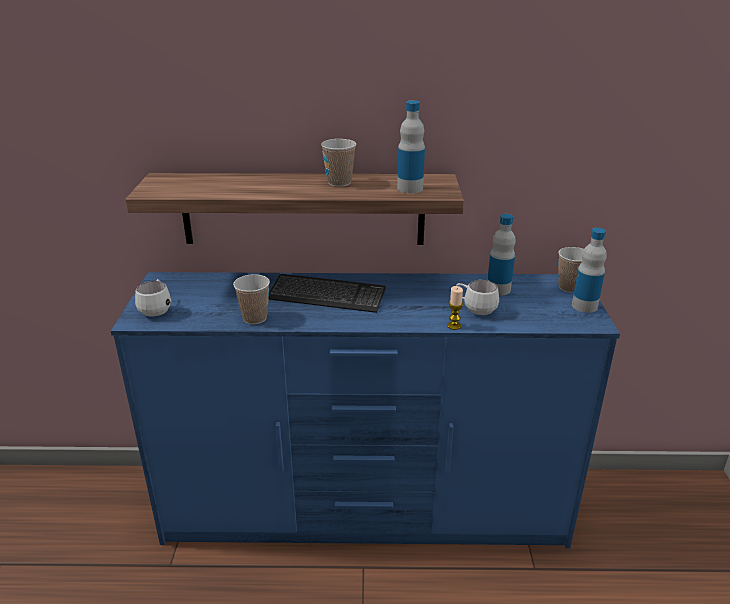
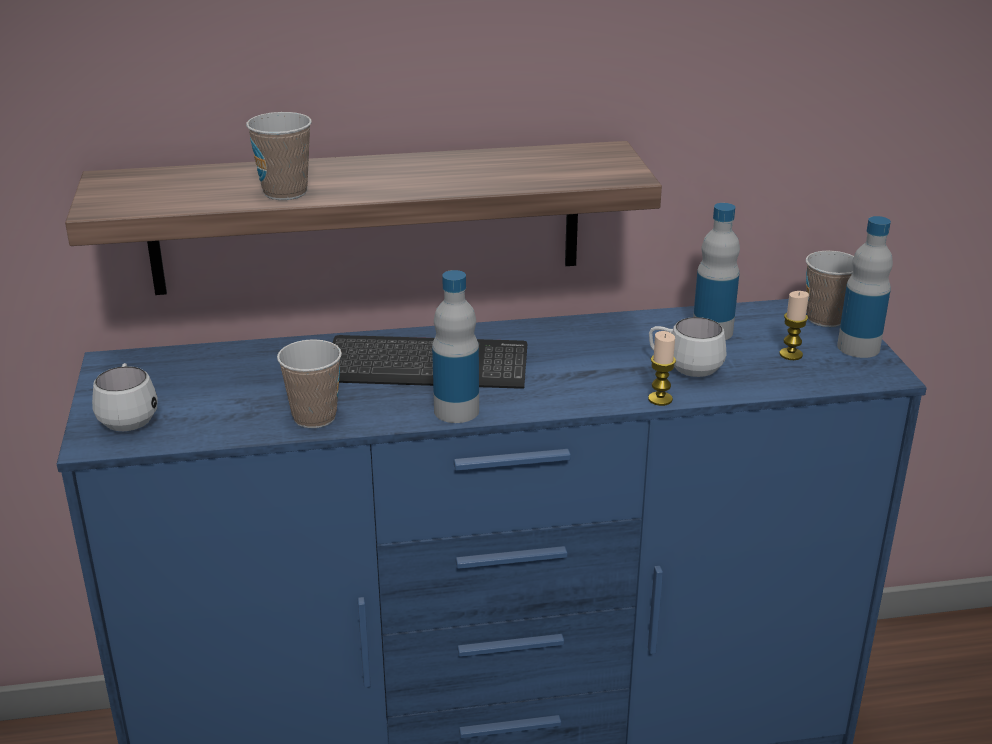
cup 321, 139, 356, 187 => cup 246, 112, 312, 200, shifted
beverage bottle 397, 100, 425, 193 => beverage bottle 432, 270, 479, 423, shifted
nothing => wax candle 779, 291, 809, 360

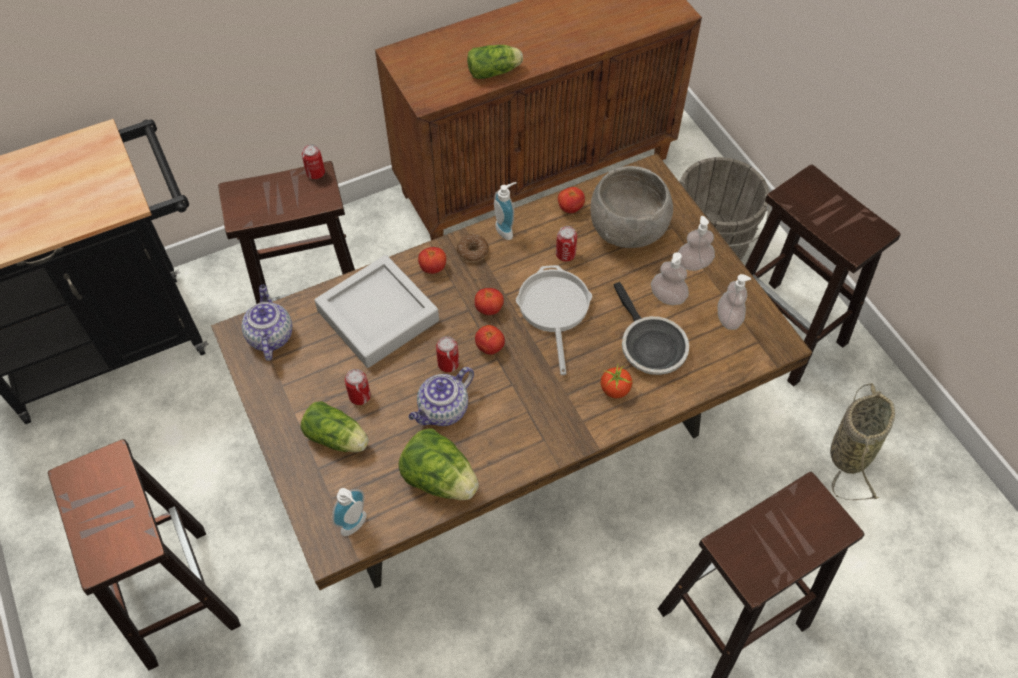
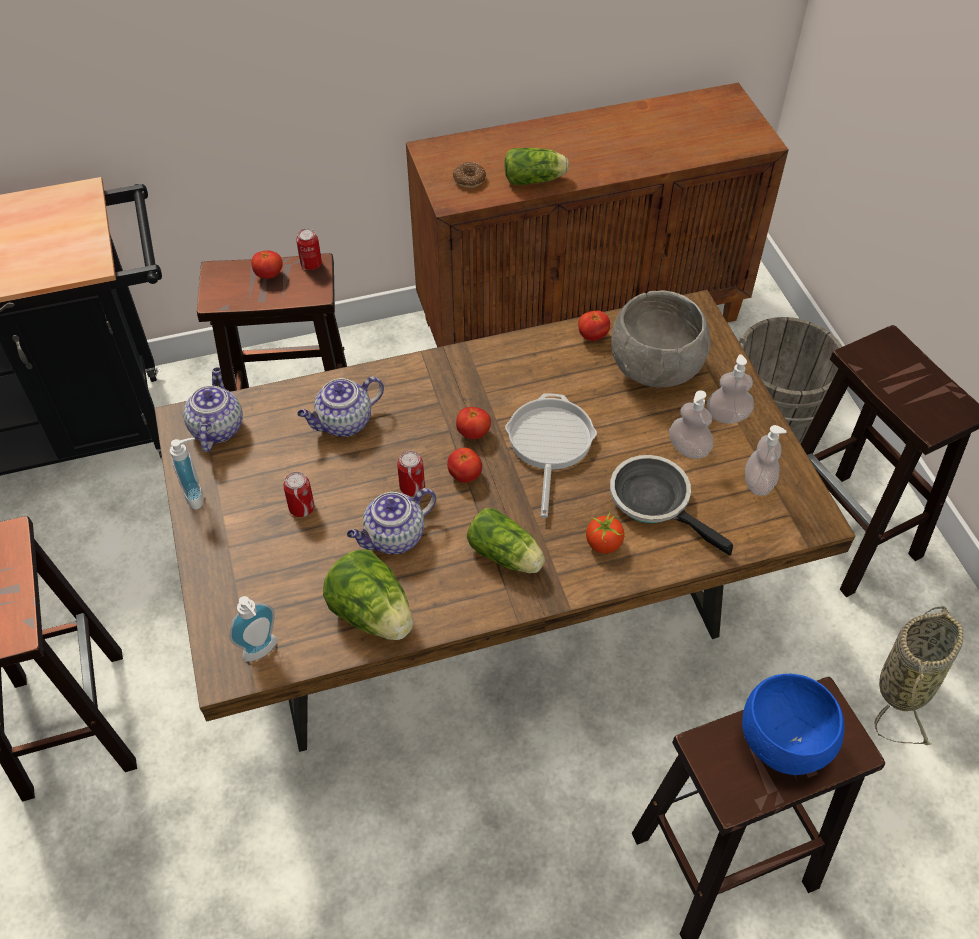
head of lettuce 300, 401, 369, 452 => head of lettuce 467, 508, 545, 573, shifted
gray tray 314, 255, 439, 368 => pot for tea 297, 377, 384, 437
tomato 418, 247, 446, 274 => tomato 251, 251, 283, 279, shifted
donut 456, 234, 489, 262 => donut 453, 162, 486, 188, shifted
soap bottle 494, 182, 517, 240 => soap bottle 170, 438, 204, 510, shifted
metal can 556, 226, 577, 262 => nothing
skillet 614, 282, 689, 375 => skillet 610, 455, 733, 556, 150 degrees clockwise
nothing => blue-coloured deep dish 742, 674, 844, 775

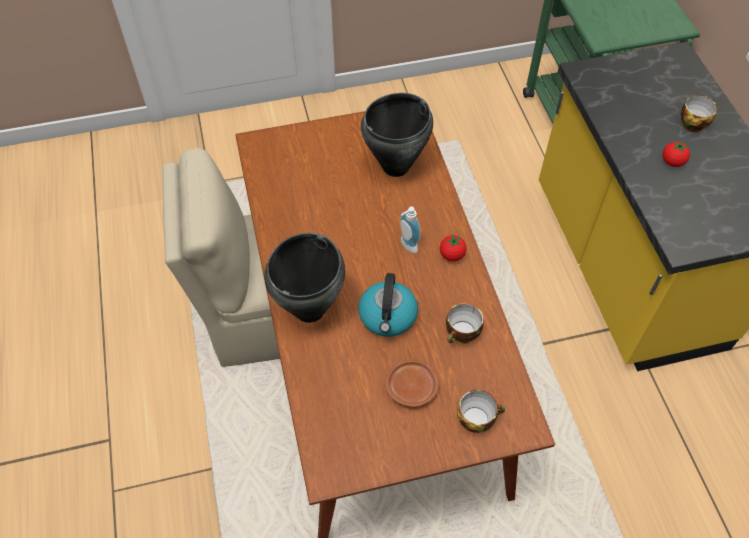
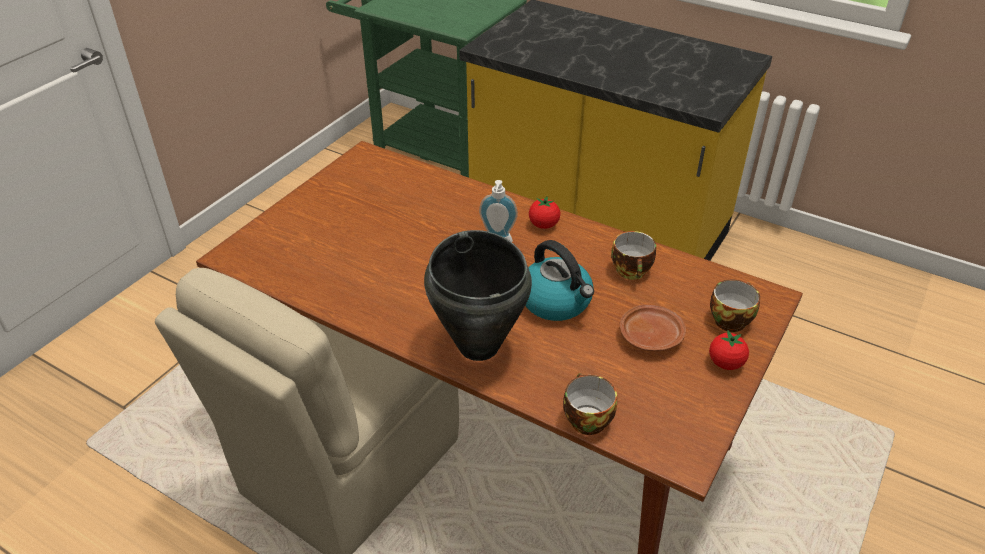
black saucepot 361, 93, 433, 177 => nothing
tomato 663, 141, 690, 167 => tomato 709, 330, 749, 370, shifted
cup 681, 95, 717, 132 => cup 563, 373, 617, 435, shifted

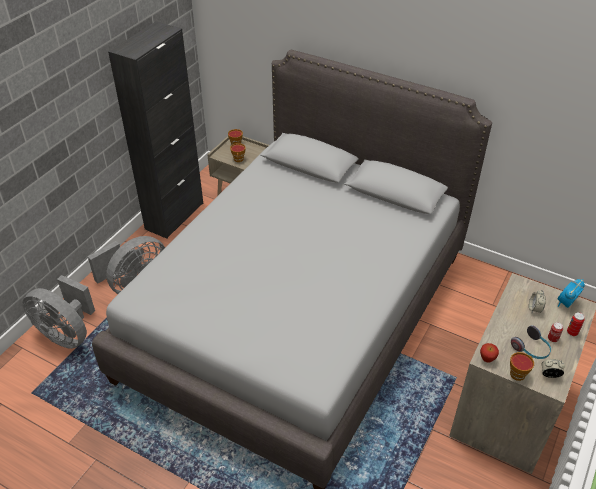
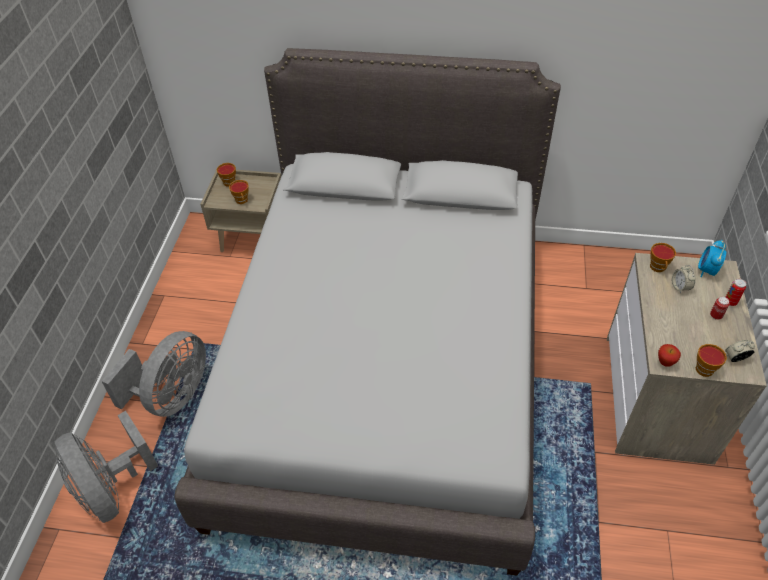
gray electric fan 23, 275, 95, 349 => gray electric fan 54, 411, 158, 523, 45 degrees clockwise
black storage cabinet 108, 21, 203, 239 => nothing
headset 511, 325, 551, 359 => nothing
nothing => cup 650, 243, 676, 272

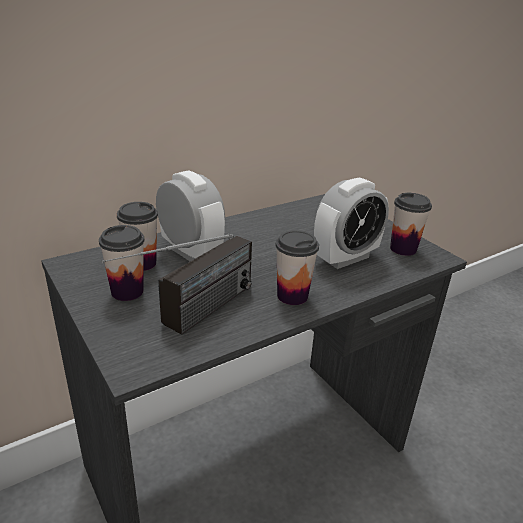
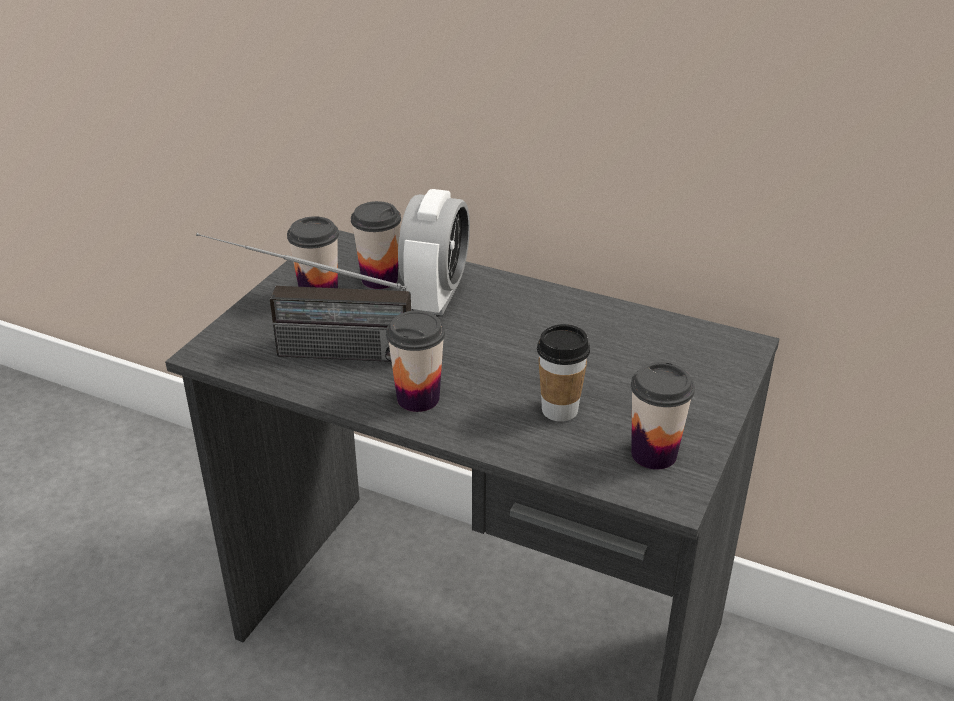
alarm clock 314, 178, 389, 269 => cup 537, 324, 590, 422

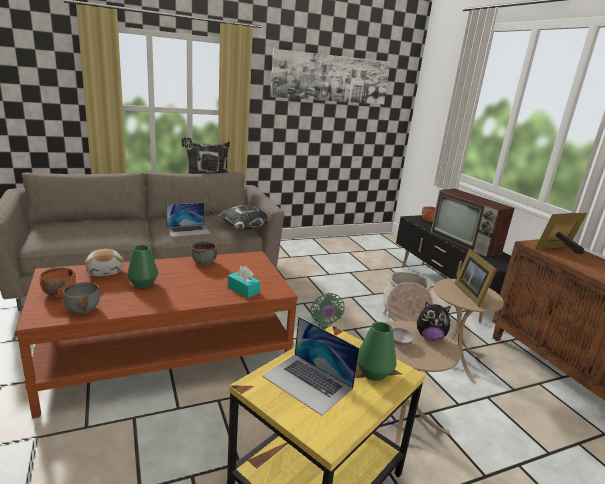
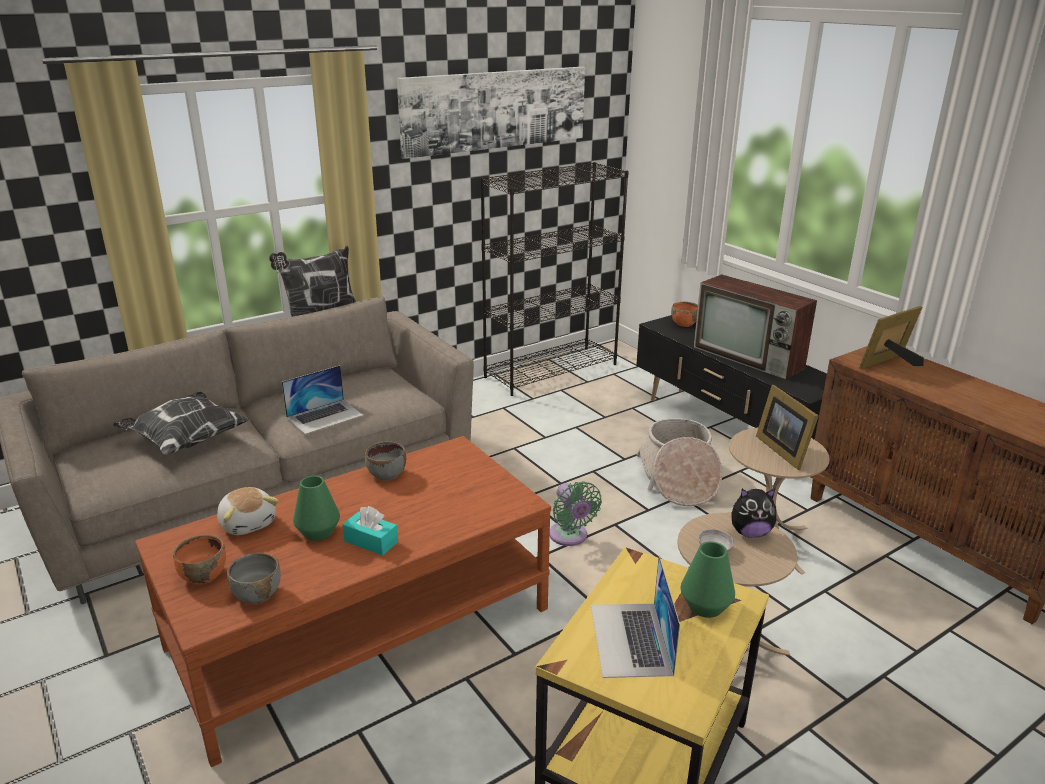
cushion 210, 205, 268, 230 => cushion 113, 392, 250, 454, shifted
blue-green box of tissues 228, 266, 260, 298 => blue-green box of tissues 342, 506, 398, 556, shifted
laptop 262, 317, 360, 416 => laptop 591, 555, 680, 678, 60 degrees clockwise
nothing => black shelving unit 480, 162, 629, 396

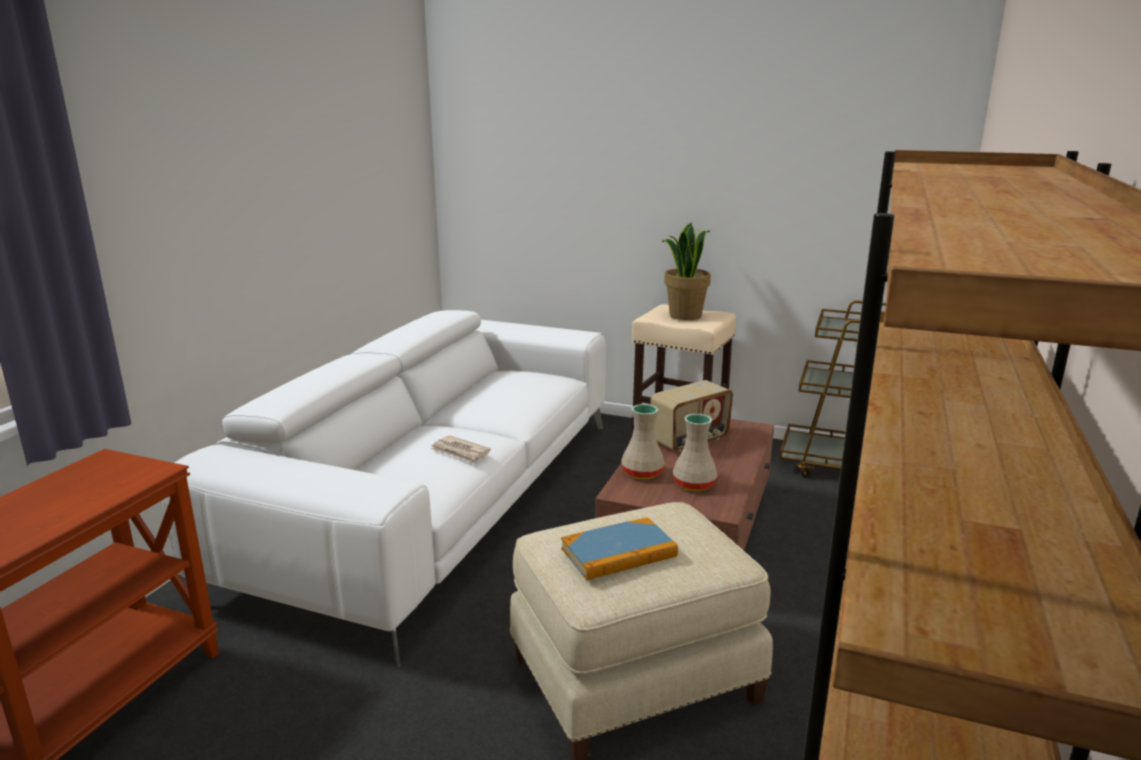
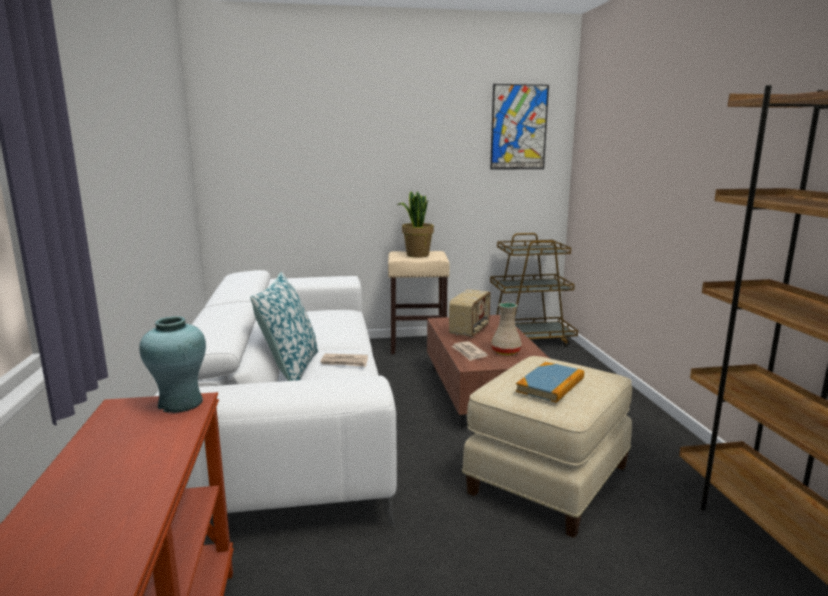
beige vase 621, 404, 665, 479 => newspaper 451, 341, 488, 361
nothing => blue-green vase 139, 316, 206, 413
nothing => cushion 250, 272, 318, 381
nothing => wall art 490, 84, 549, 170

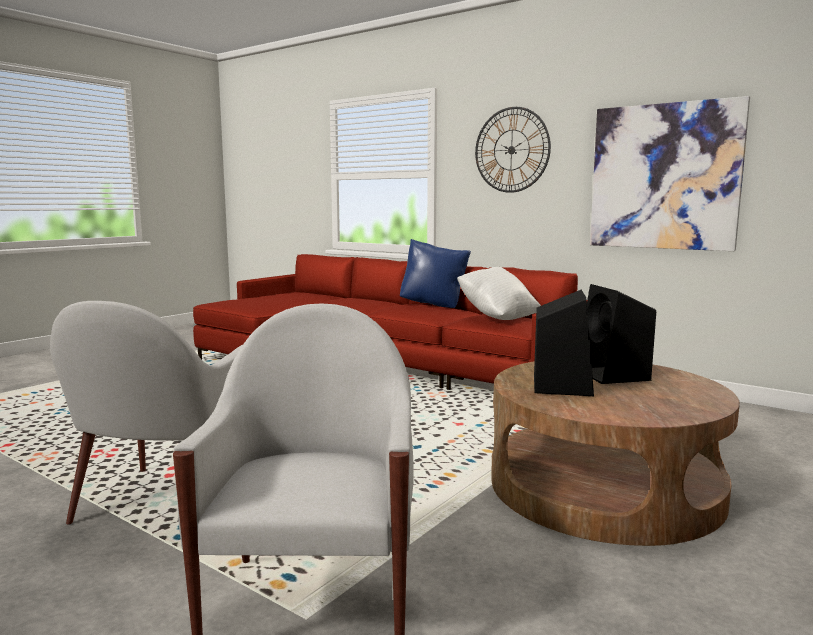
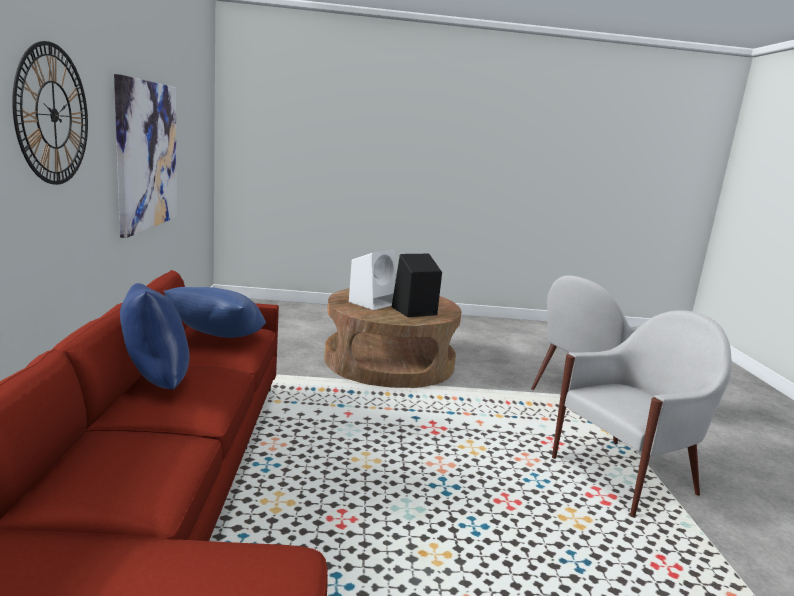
whitish cushion 457, 267, 541, 320 => blue-coloured cushion 164, 287, 266, 338
black loudspeaker 587, 284, 656, 384 => whitish loudspeaker 349, 250, 395, 310

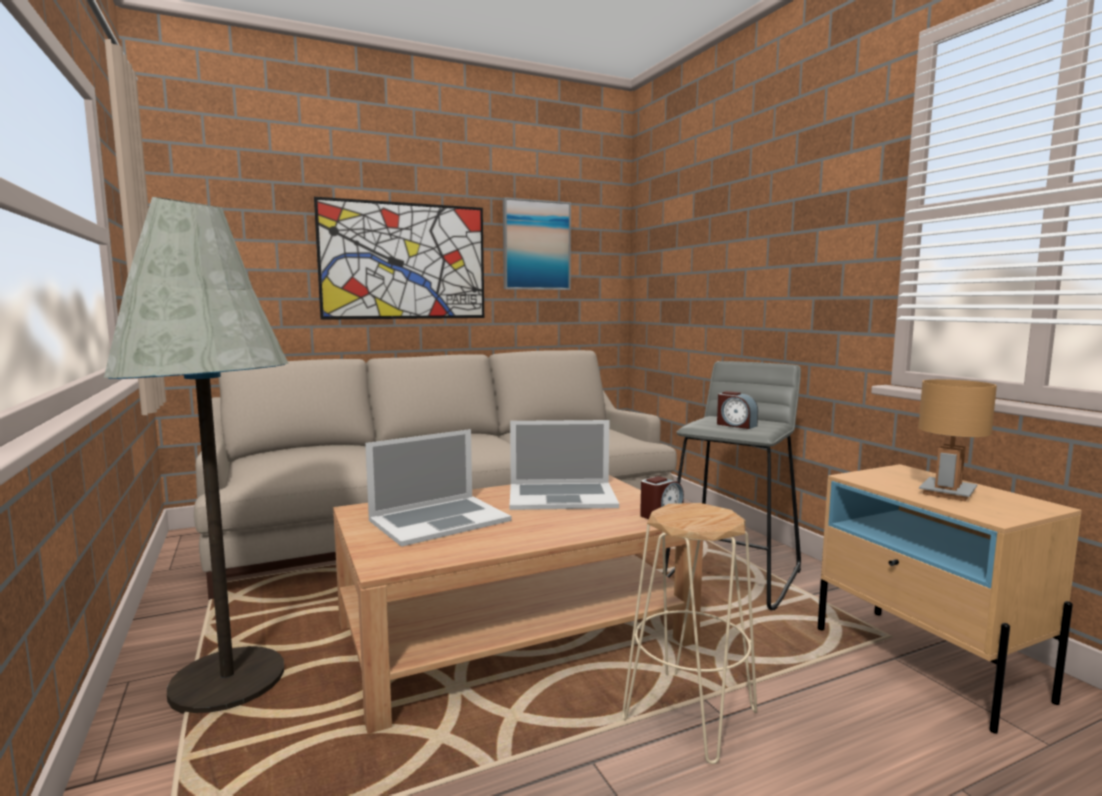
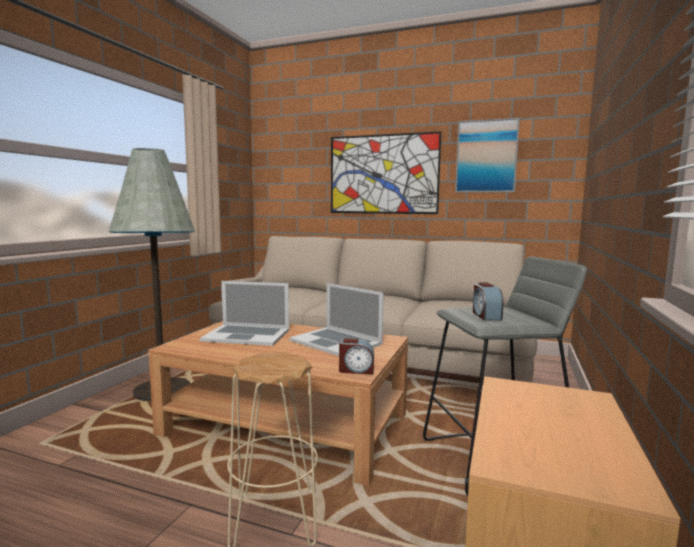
brown-coloured table lamp 918, 379, 997, 501 => nothing

